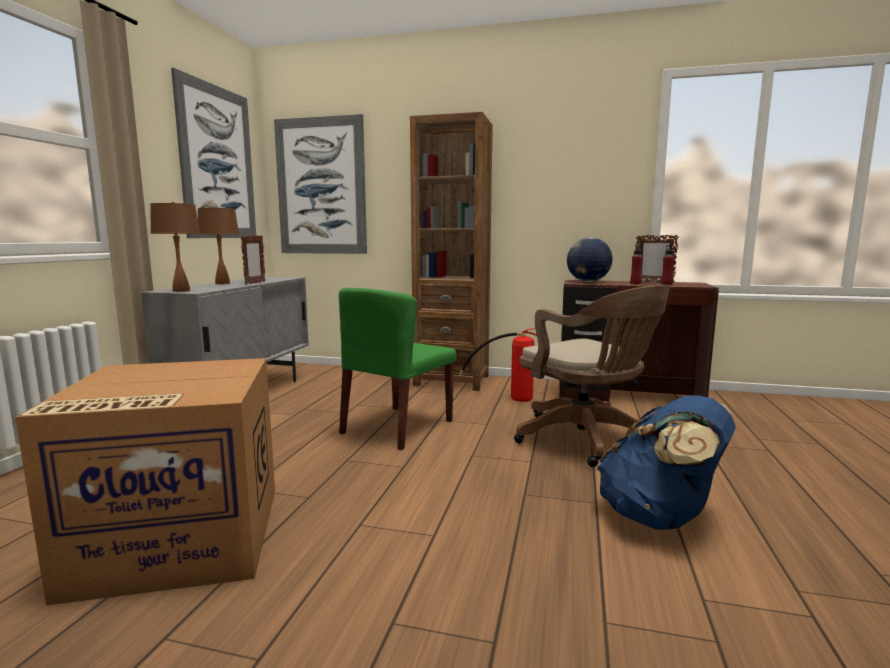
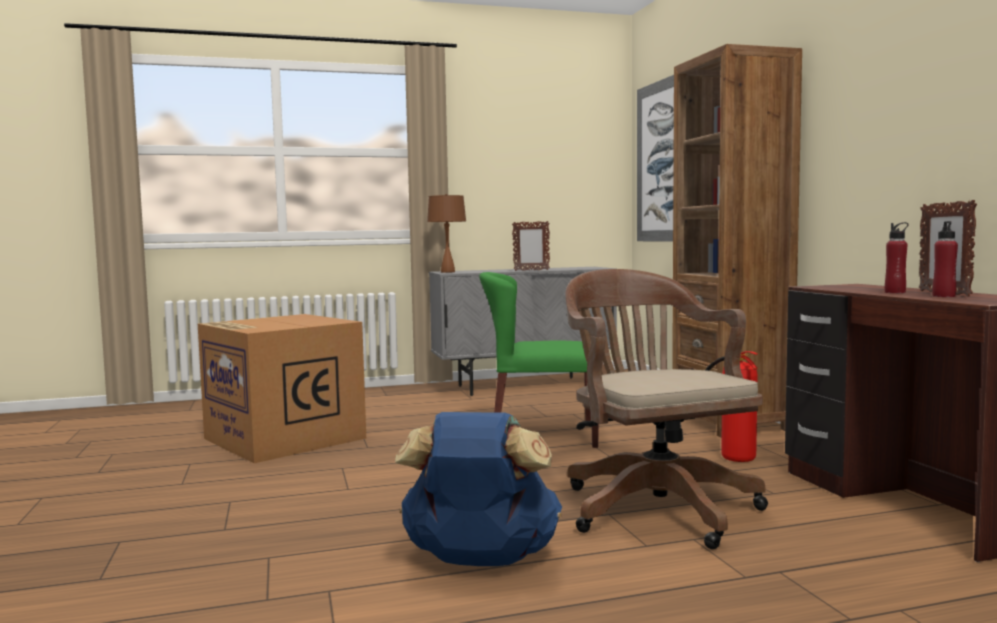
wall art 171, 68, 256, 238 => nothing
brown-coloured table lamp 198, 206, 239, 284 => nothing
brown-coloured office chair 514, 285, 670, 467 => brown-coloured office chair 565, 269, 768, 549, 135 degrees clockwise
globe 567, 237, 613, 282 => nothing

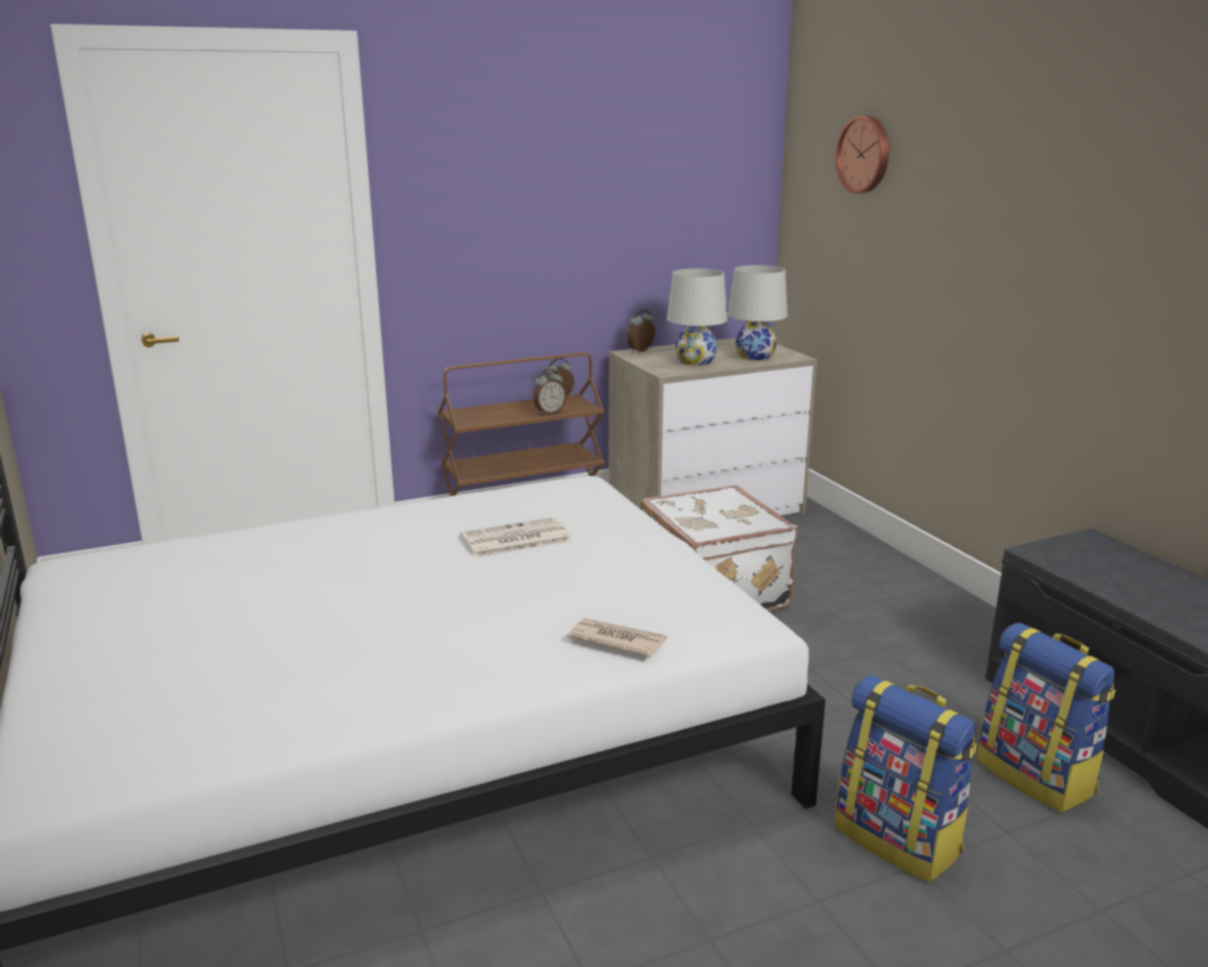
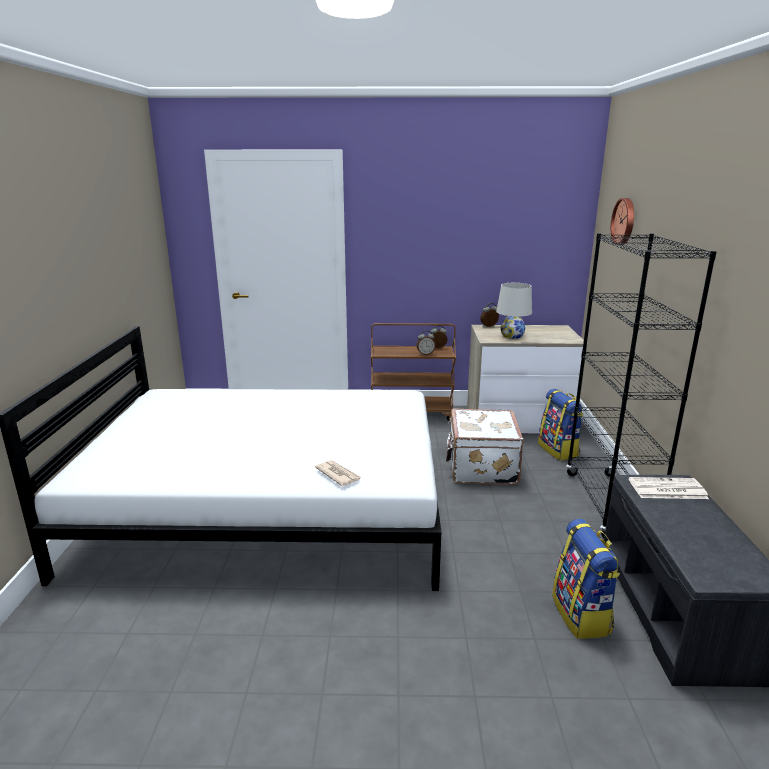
newspaper 460, 517, 572, 558 => newspaper 629, 477, 709, 499, shifted
whitish table lamp 727, 265, 788, 360 => nothing
backpack 835, 675, 977, 882 => backpack 538, 389, 583, 460, shifted
nothing => black shelving unit 566, 233, 717, 538

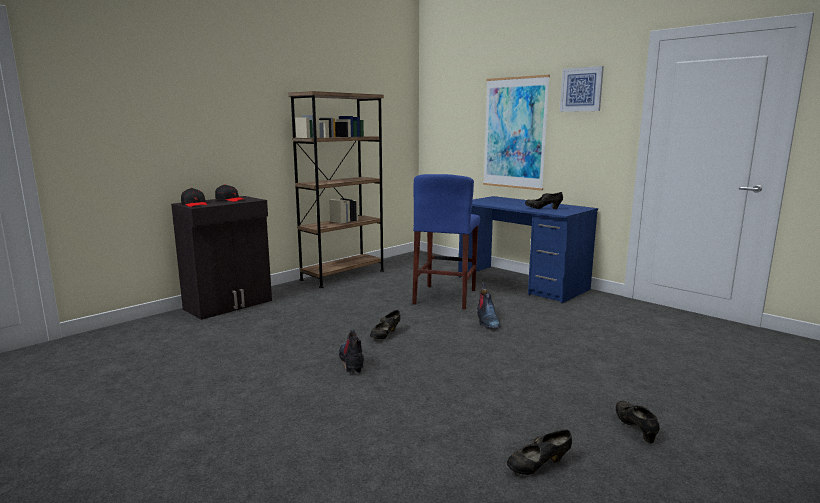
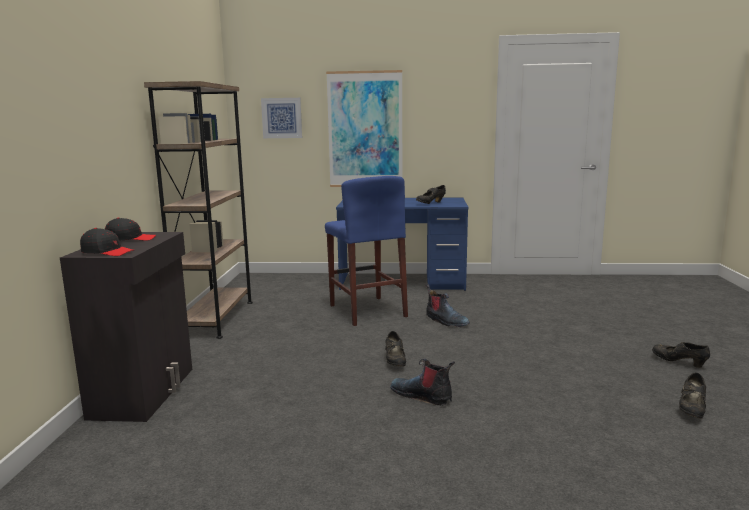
wall art 560, 66, 604, 112 => wall art 261, 98, 302, 138, shifted

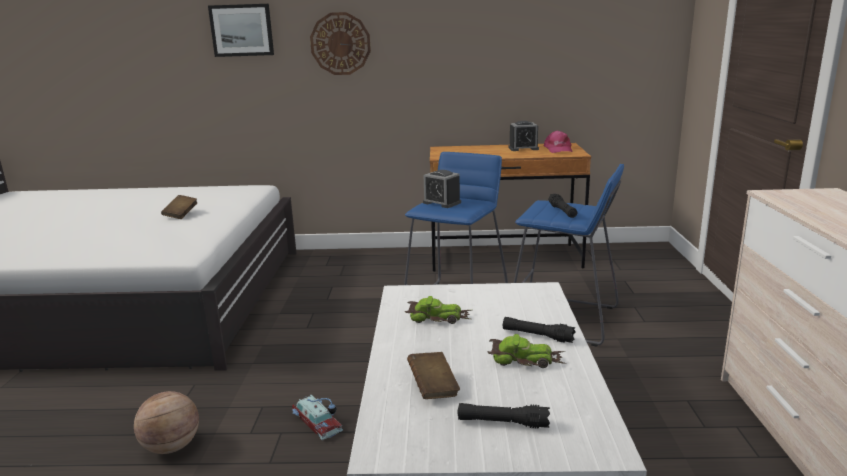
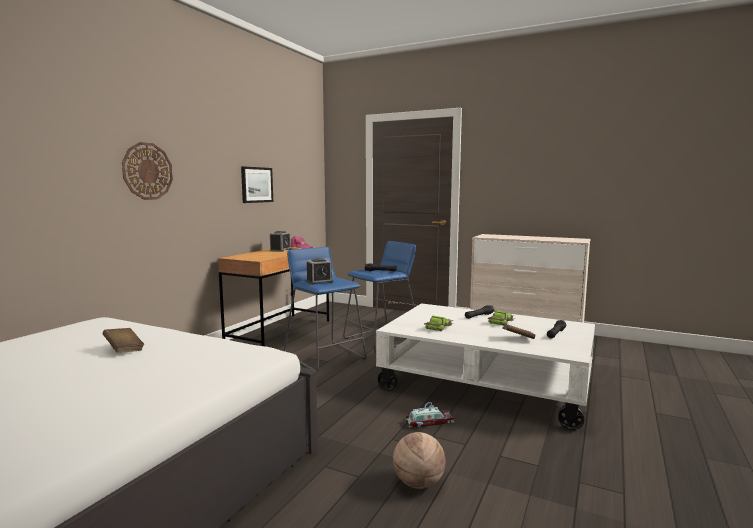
wall art 208, 4, 274, 57 => wall art 241, 166, 273, 203, shifted

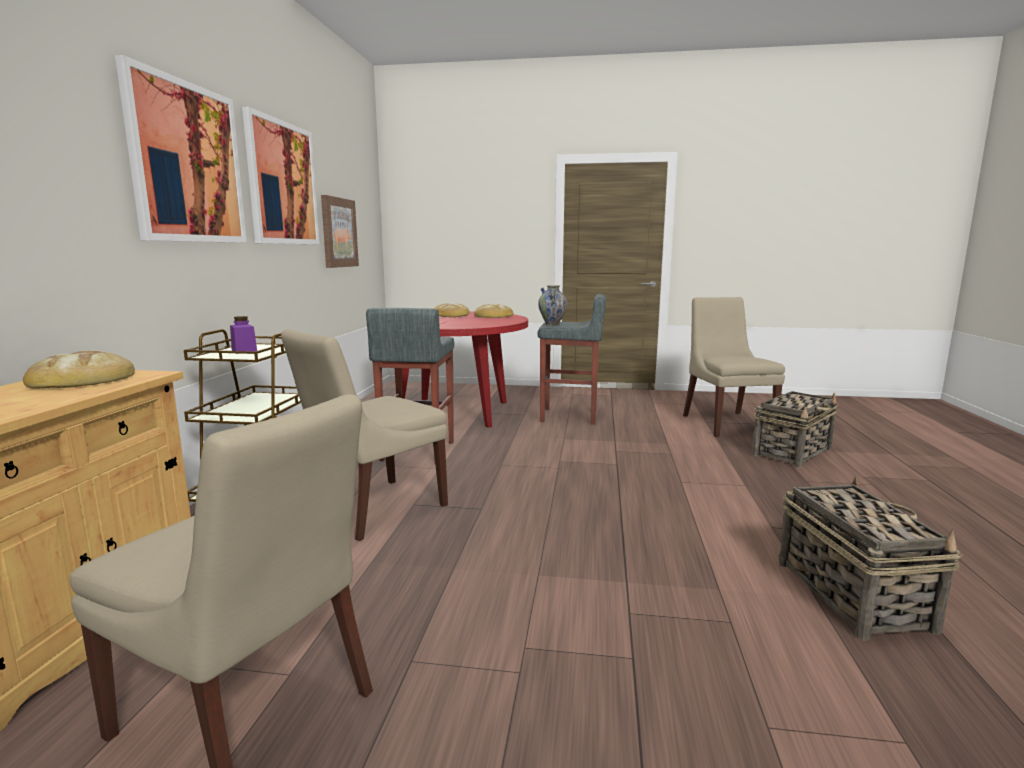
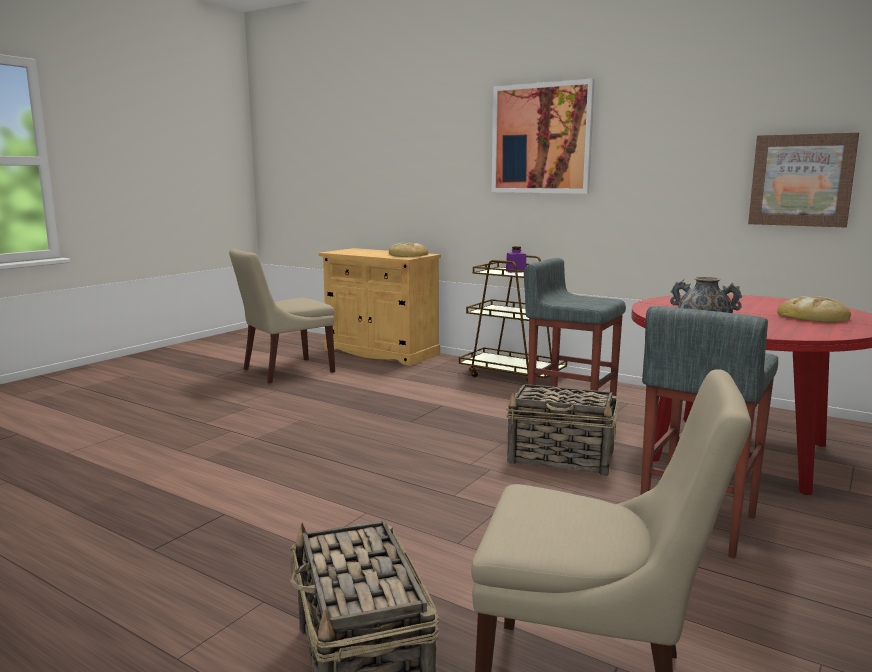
wall art 242, 107, 320, 244 => nothing
beige chair 281, 329, 448, 541 => nothing
bakery bread 474, 304, 513, 318 => nothing
household basket 779, 476, 963, 640 => household basket 506, 384, 618, 477, shifted

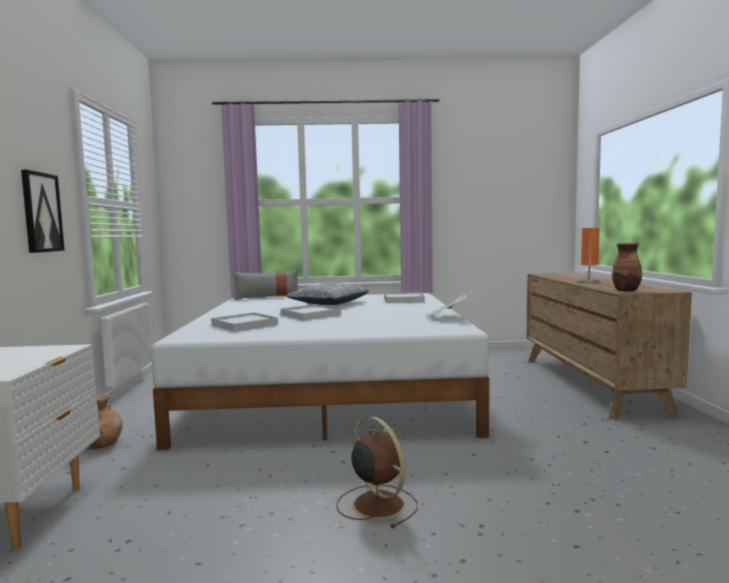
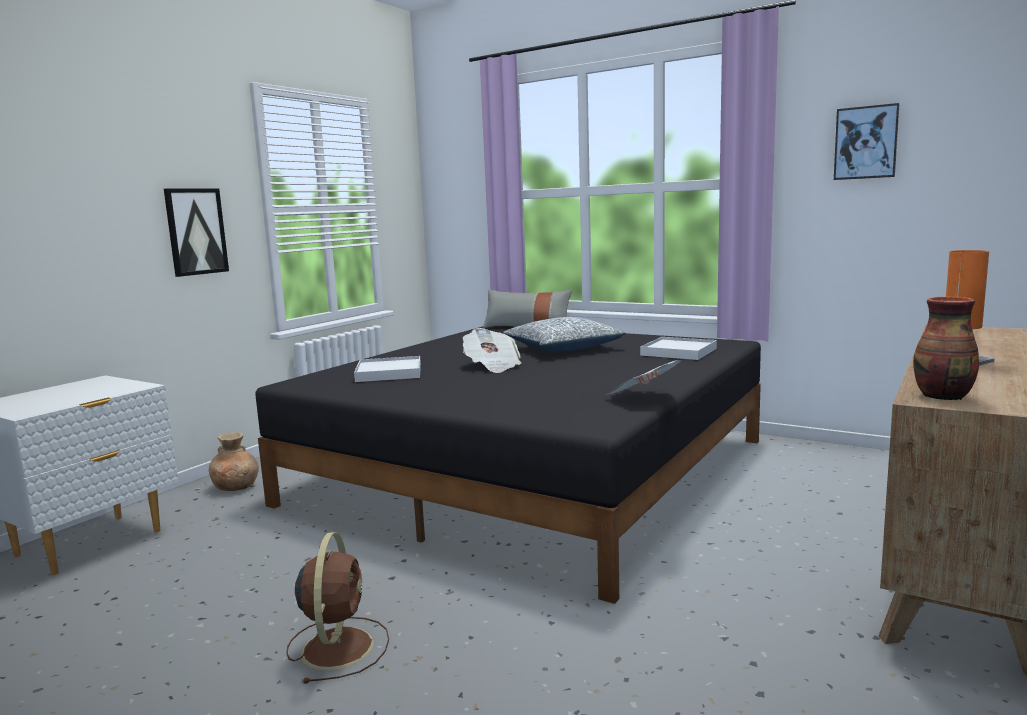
whitish bed 151, 293, 490, 450 => black bed 255, 326, 761, 604
whitish tray 281, 304, 341, 321 => newspaper 463, 328, 522, 373
nothing => wall art 834, 103, 900, 180

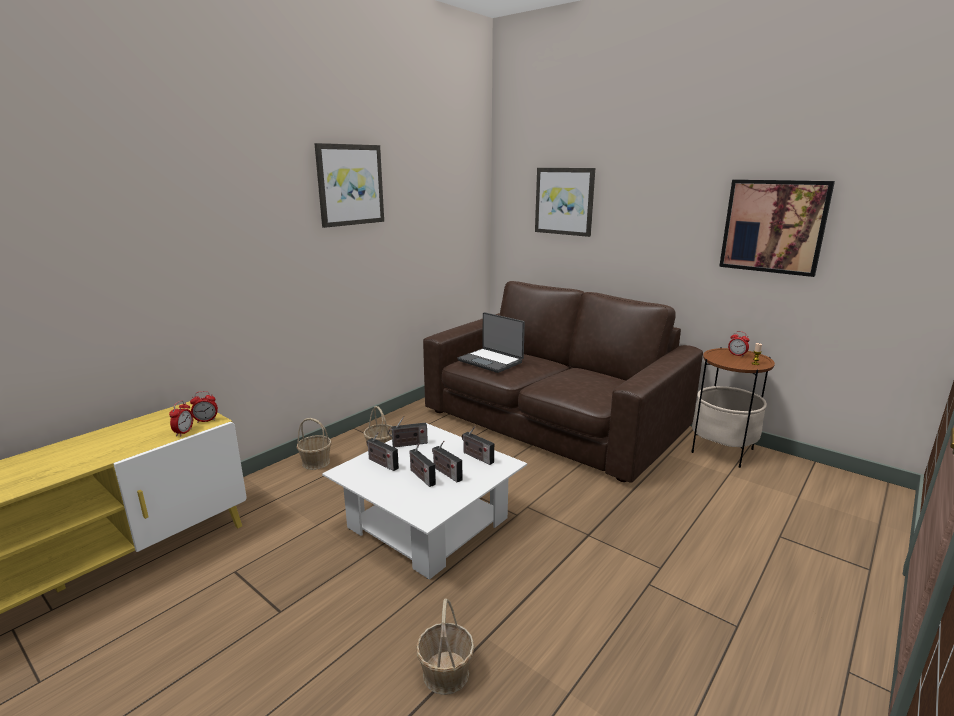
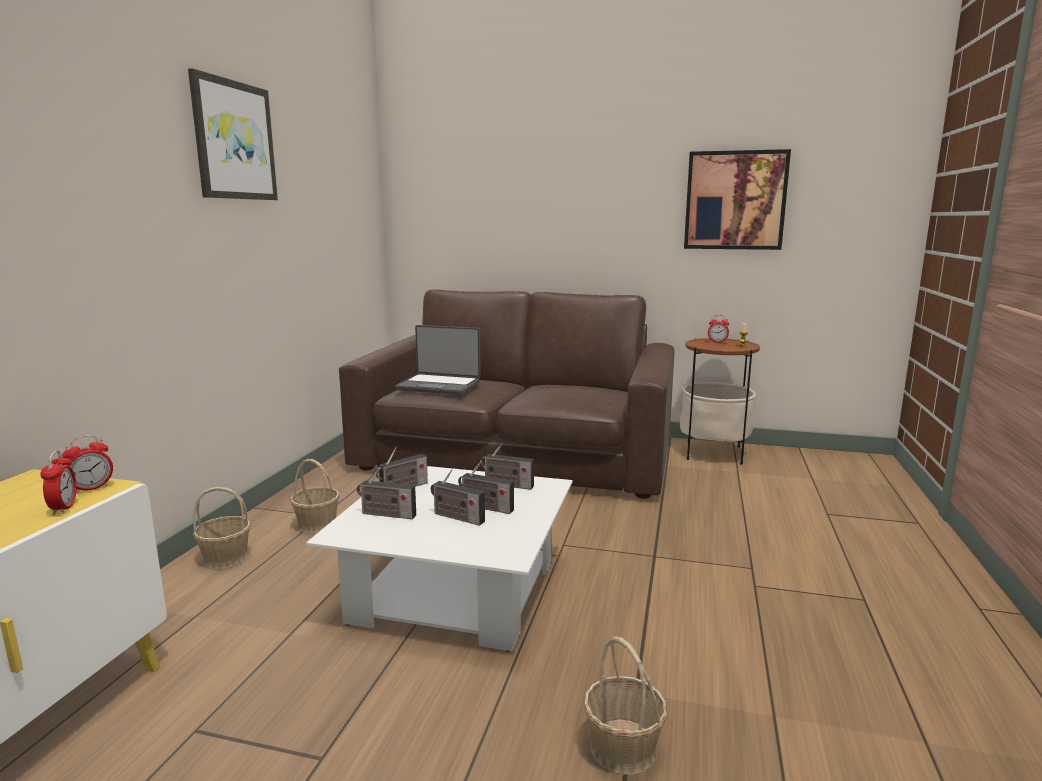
wall art 535, 168, 595, 237 => nothing

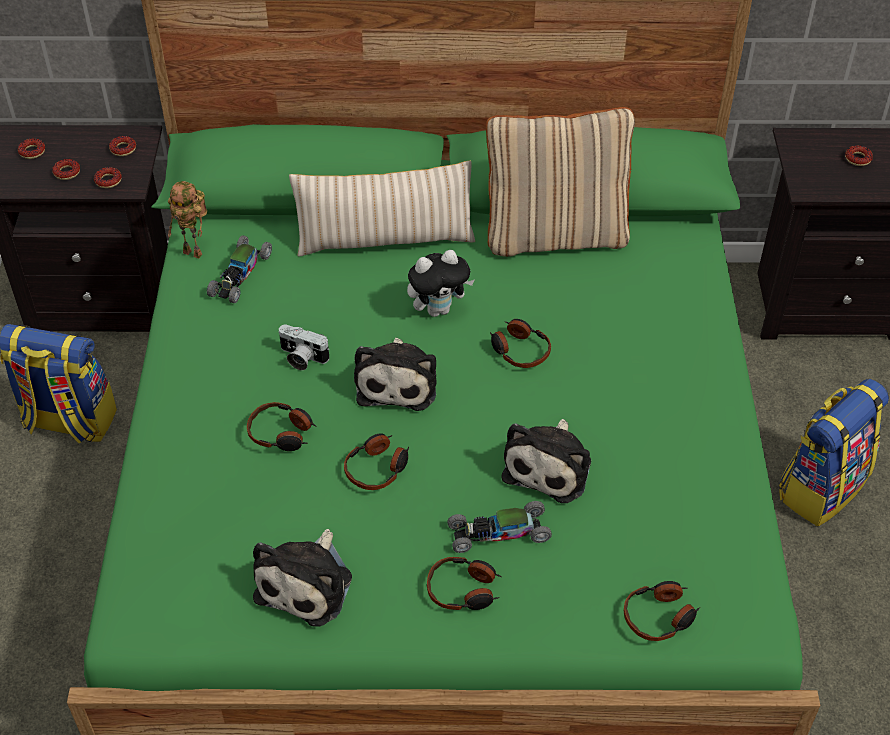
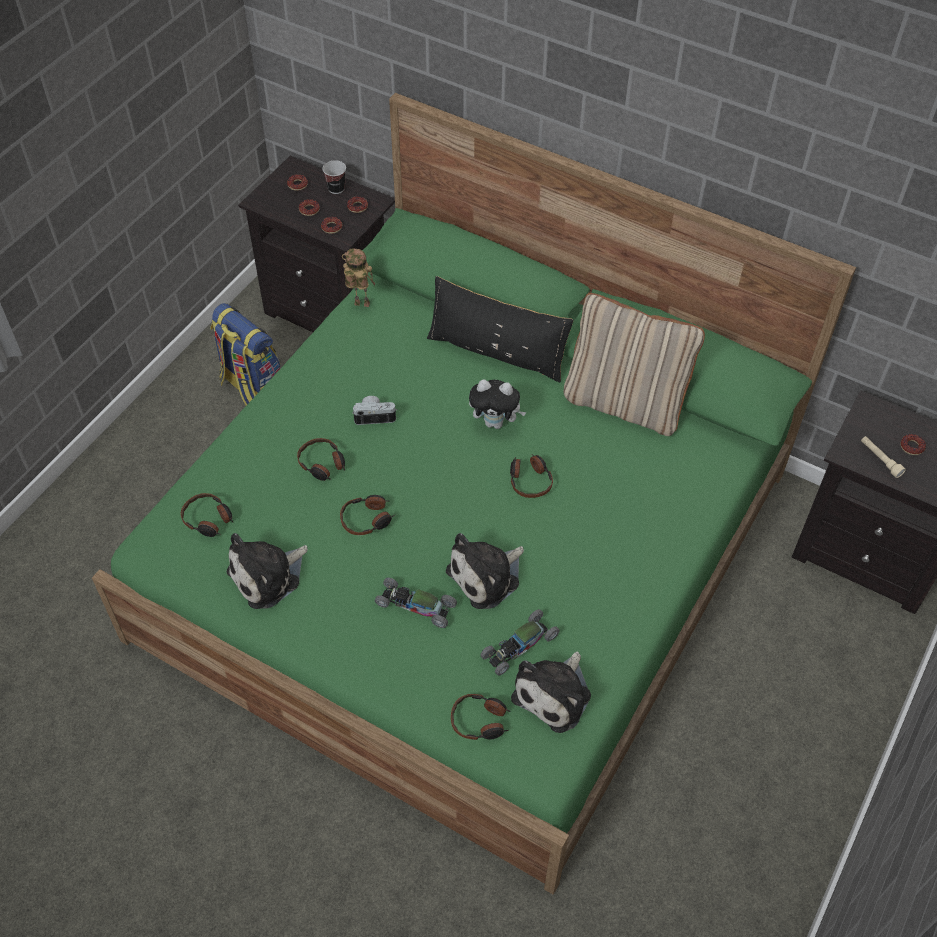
model robot 168, 181, 207, 259 => model robot 342, 248, 375, 307, 135 degrees clockwise
model car 207, 235, 272, 303 => model car 480, 609, 559, 676, shifted
still camera 278, 325, 330, 370 => still camera 352, 396, 397, 425, 120 degrees clockwise
beige cushion 289, 161, 475, 257 => black cushion 427, 276, 573, 382
cuddly toy 354, 338, 436, 411 => cuddly toy 511, 652, 591, 733, shifted
headset 427, 557, 502, 610 => headset 181, 493, 233, 537, shifted
backpack 779, 379, 889, 527 => nothing
nothing => cup 322, 160, 346, 194
nothing => beige flashlight 861, 436, 906, 478

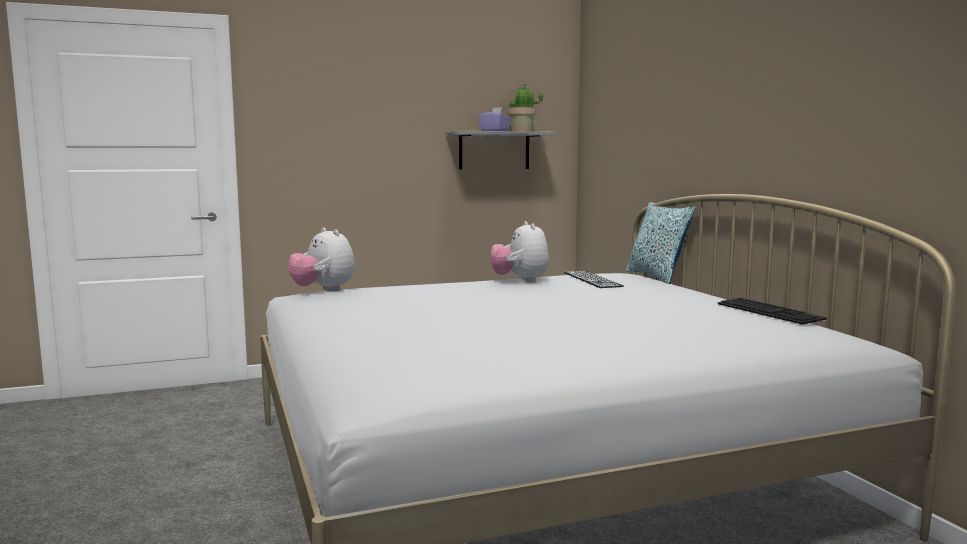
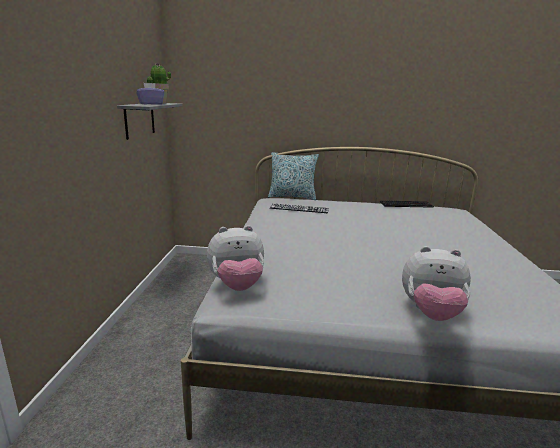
cuddly toy 490, 221, 549, 282 => cuddly toy 402, 246, 471, 321, shifted

